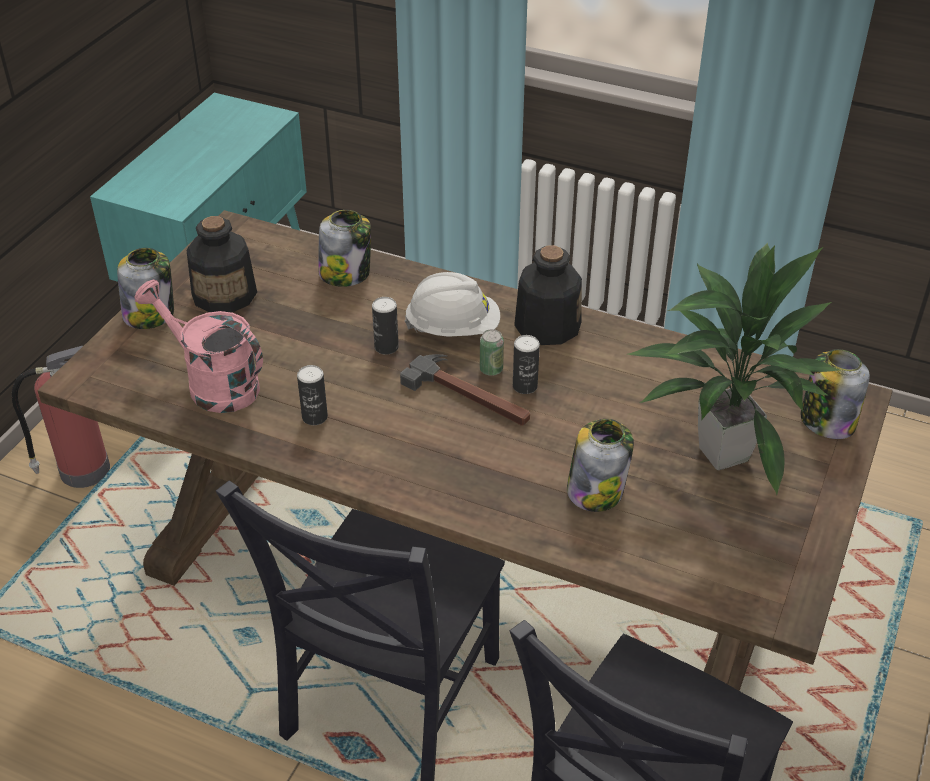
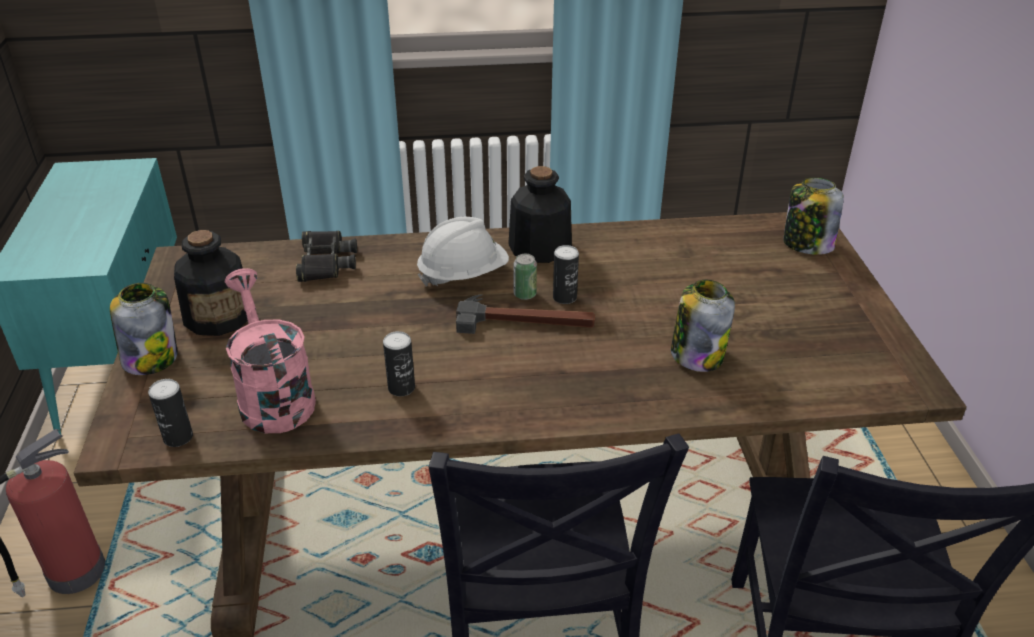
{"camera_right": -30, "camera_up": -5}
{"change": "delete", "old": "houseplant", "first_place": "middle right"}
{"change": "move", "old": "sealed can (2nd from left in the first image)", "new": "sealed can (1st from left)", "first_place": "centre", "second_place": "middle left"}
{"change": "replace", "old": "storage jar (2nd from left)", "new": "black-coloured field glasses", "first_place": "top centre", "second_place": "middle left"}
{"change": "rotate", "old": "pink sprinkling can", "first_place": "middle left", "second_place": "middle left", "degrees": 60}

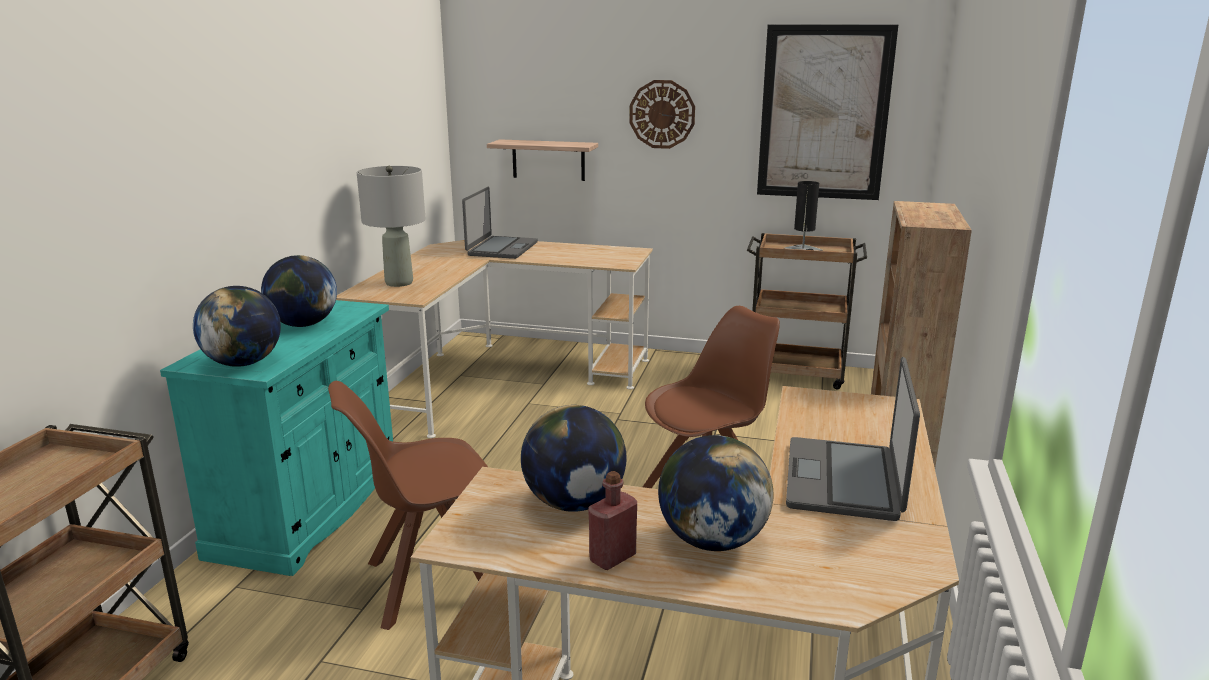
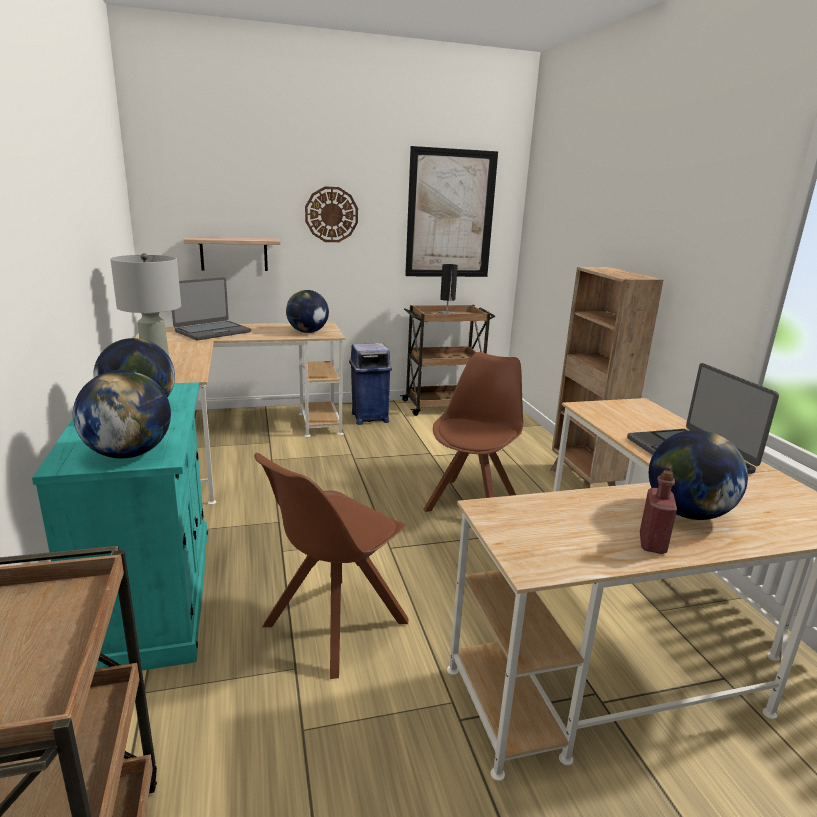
{"camera_right": -30, "camera_up": 0}
{"change": "insert", "new": "blue trash can", "second_place": "centre"}
{"change": "move", "old": "world globe (3rd from left)", "first_place": "bottom centre", "second_place": "centre"}
{"change": "rotate", "old": "laptop (1st from left)", "first_place": "top centre", "second_place": "middle left", "degrees": 60}

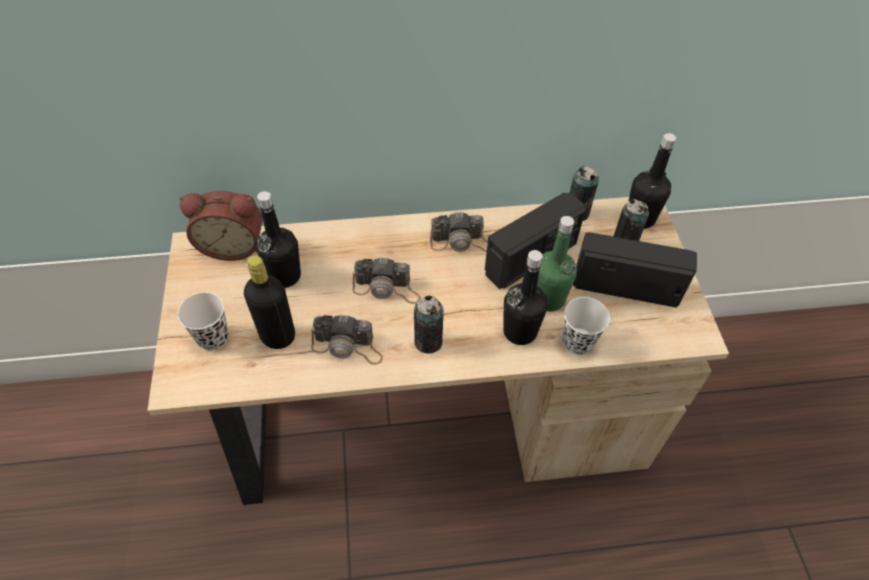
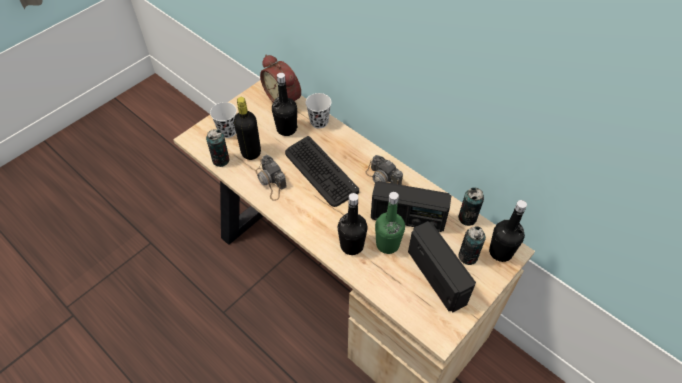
{"camera_right": 50, "camera_up": 0}
{"change": "move", "old": "sealed can (1st from left)", "first_place": "centre", "second_place": "middle left"}
{"change": "move", "old": "white-coloured drinking cup (2nd from left)", "first_place": "middle right", "second_place": "top centre"}
{"change": "replace", "old": "photo camera (2nd from left)", "new": "computer keyboard", "first_place": "centre", "second_place": "centre"}

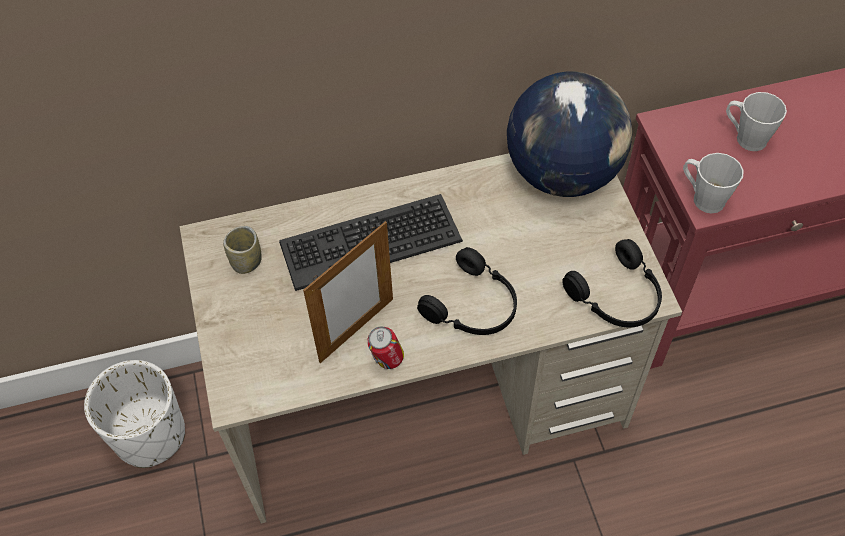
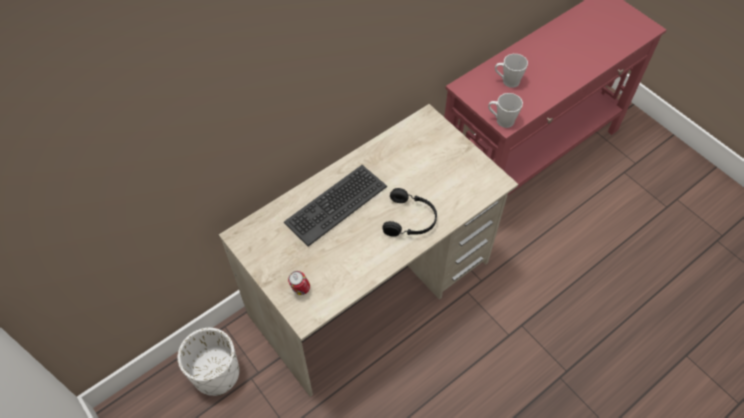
{"camera_right": -25, "camera_up": 0}
{"change": "delete", "old": "drinking cup", "first_place": "middle left"}
{"change": "delete", "old": "picture frame", "first_place": "centre"}
{"change": "delete", "old": "world globe", "first_place": "top right"}
{"change": "delete", "old": "black-coloured headset (2nd from left)", "first_place": "middle right"}
{"change": "move", "old": "sealed can", "first_place": "centre", "second_place": "bottom centre"}

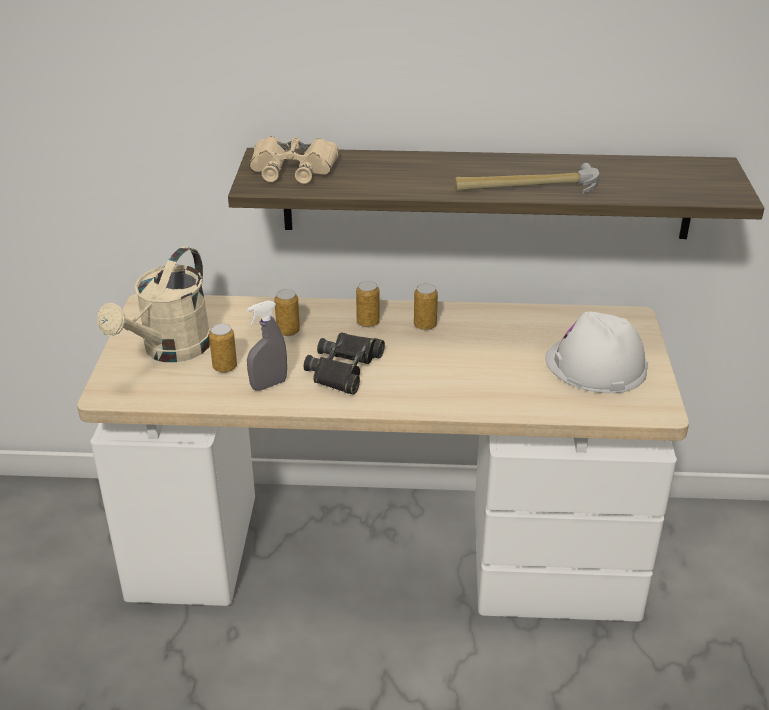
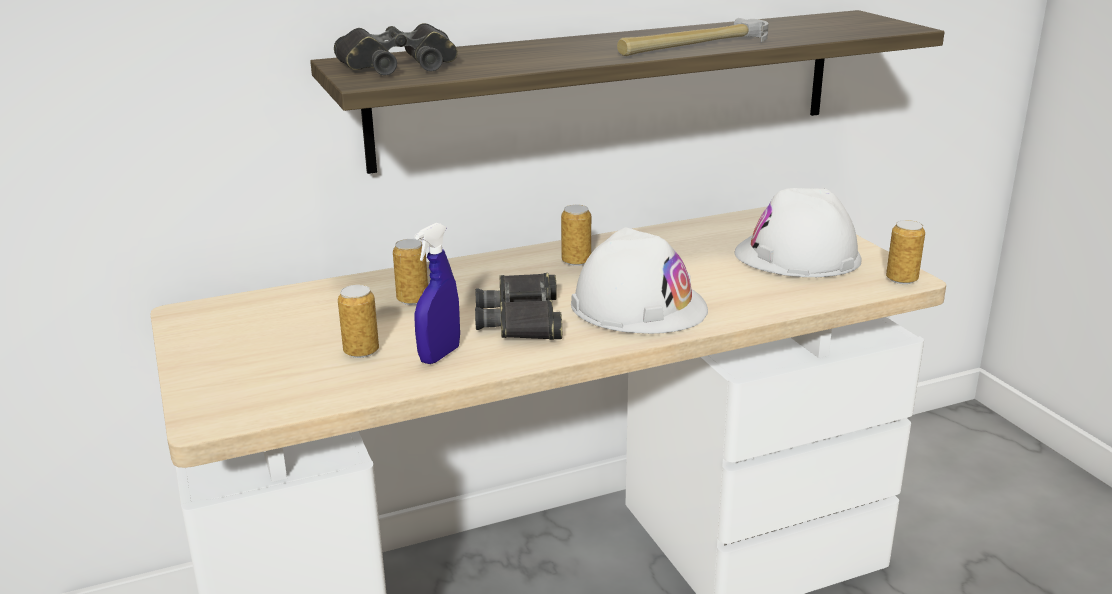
{"camera_right": -25, "camera_up": -10}
{"change": "delete", "old": "sand-coloured sprinkling can", "first_place": "middle left"}
{"change": "insert", "new": "white-coloured safety helmet (1st from left)", "second_place": "centre"}
{"change": "move", "old": "sealed can (3rd from left in the first image)", "new": "sealed can (4th from left)", "first_place": "centre", "second_place": "middle right"}
{"change": "recolor", "old": "gray sprayer", "new": "blue sprayer", "first_place": "centre", "second_place": "centre"}
{"change": "recolor", "old": "sand-coloured field glasses", "new": "black-coloured field glasses (1st from left)", "first_place": "top centre", "second_place": "top centre"}

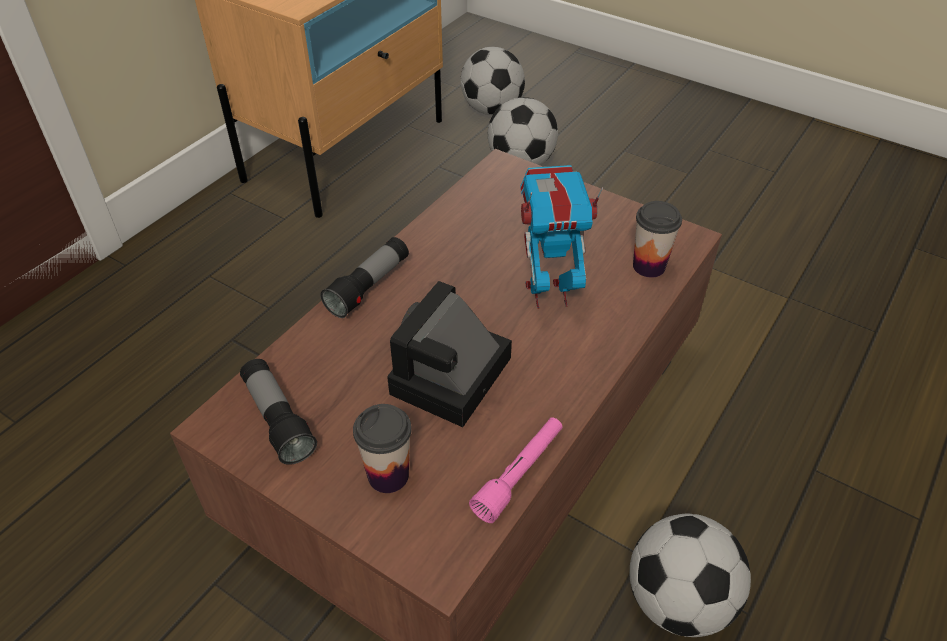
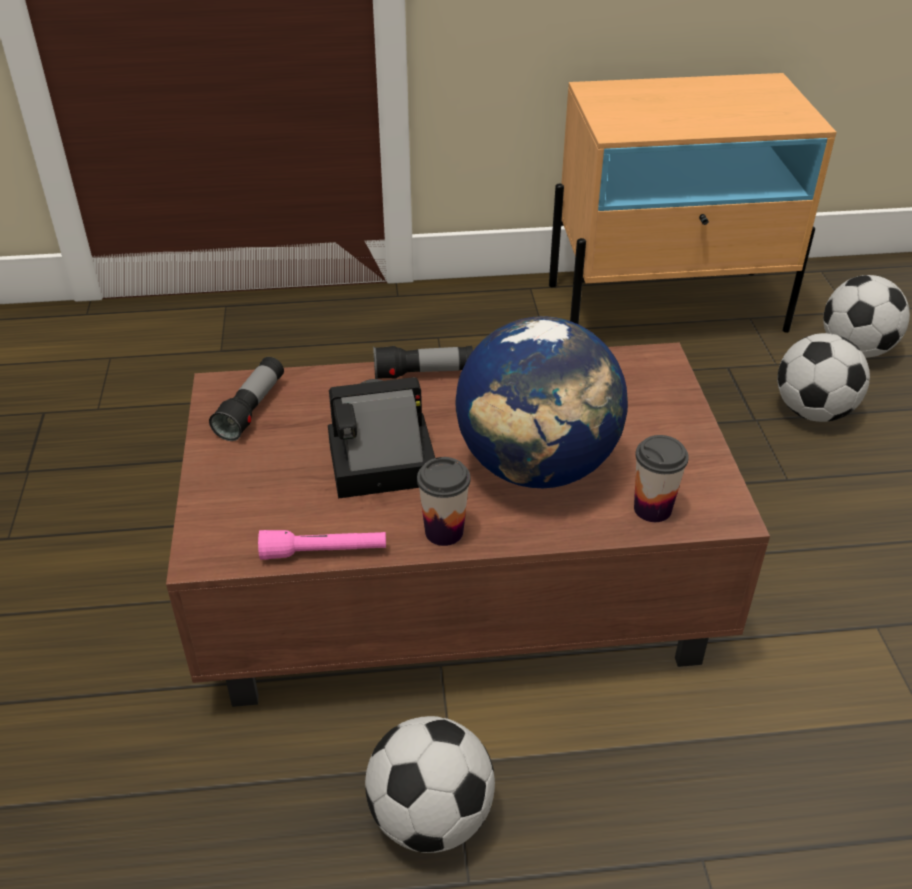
{"camera_right": 50, "camera_up": -5}
{"change": "move", "old": "drinking cup (1st from left)", "first_place": "bottom centre", "second_place": "centre"}
{"change": "replace", "old": "robot figure", "new": "world globe", "first_place": "centre", "second_place": "centre"}

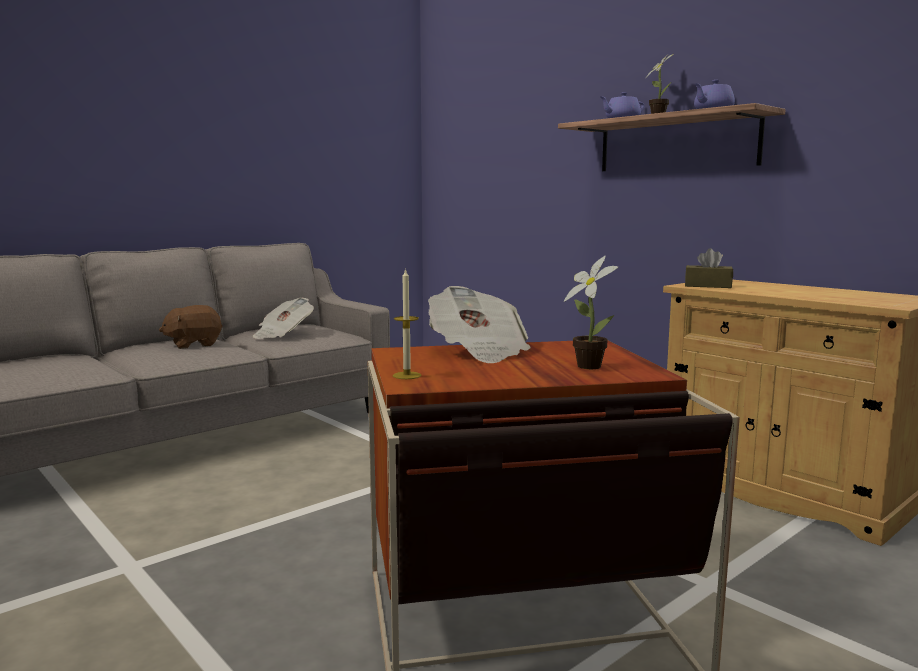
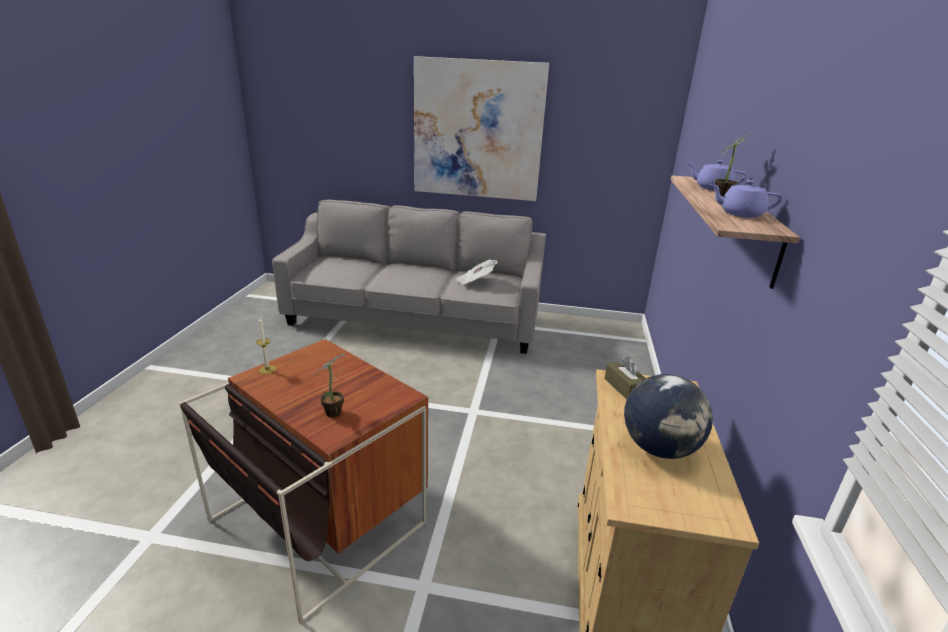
{"camera_right": 50, "camera_up": 15}
{"change": "delete", "old": "brown-coloured cuddly toy", "first_place": "middle left"}
{"change": "delete", "old": "daily paper (2nd from left)", "first_place": "centre"}
{"change": "insert", "new": "picture", "second_place": "top centre"}
{"change": "insert", "new": "world globe", "second_place": "middle right"}

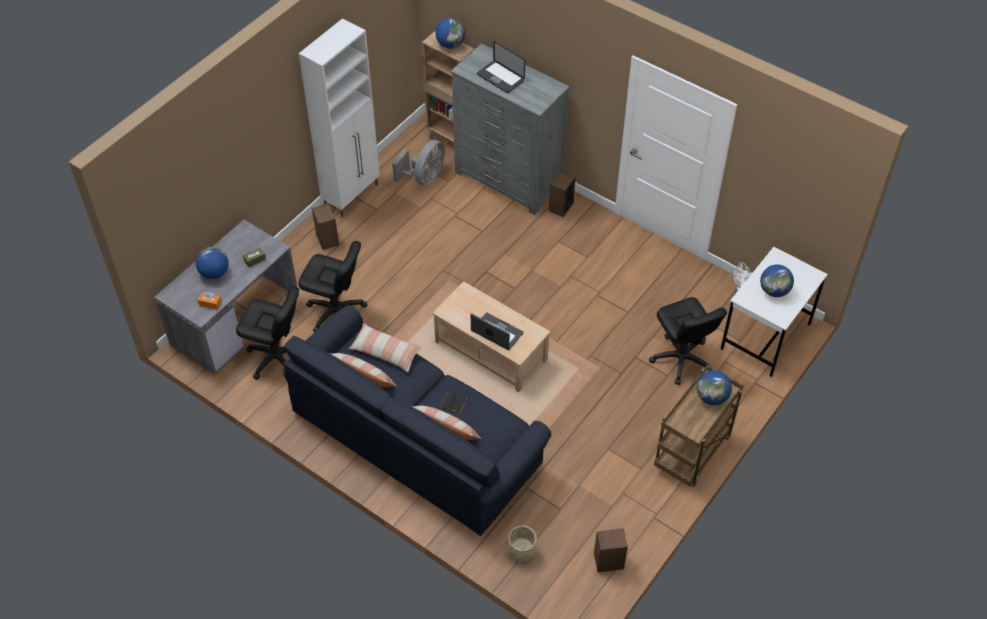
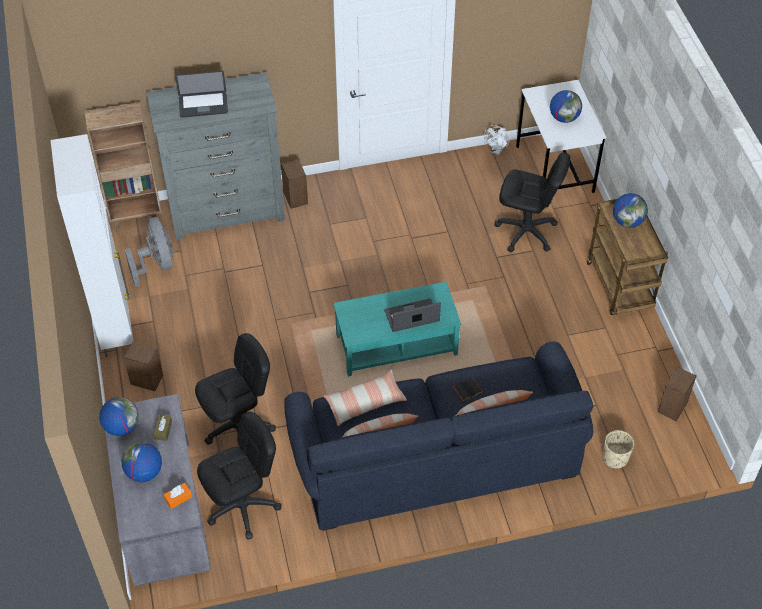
{"camera_right": -50, "camera_up": 0}
{"change": "move", "old": "world globe (2nd from left in the first image)", "new": "world globe (1st from left)", "first_place": "top centre", "second_place": "bottom left"}
{"change": "recolor", "old": "sand-coloured lounge table", "new": "turquoise-coloured lounge table", "first_place": "centre", "second_place": "centre"}

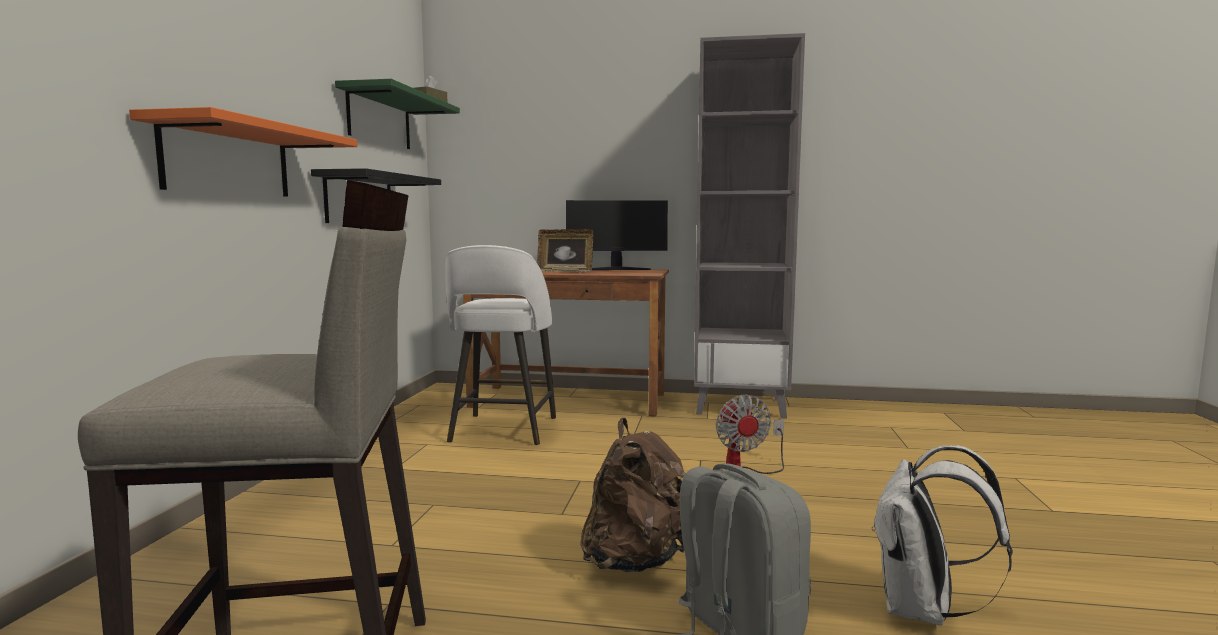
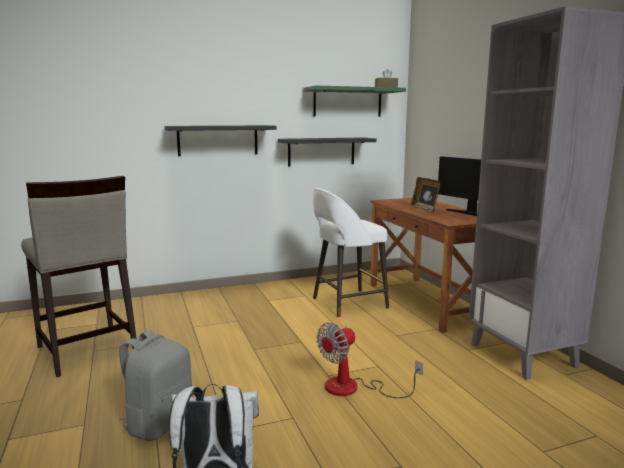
{"camera_right": 60, "camera_up": 5}
{"change": "delete", "old": "brown-coloured rucksack", "first_place": "bottom centre"}
{"change": "recolor", "old": "orange-coloured bracket shelf", "new": "black-coloured bracket shelf (1st from left)", "first_place": "top left", "second_place": "top centre"}

